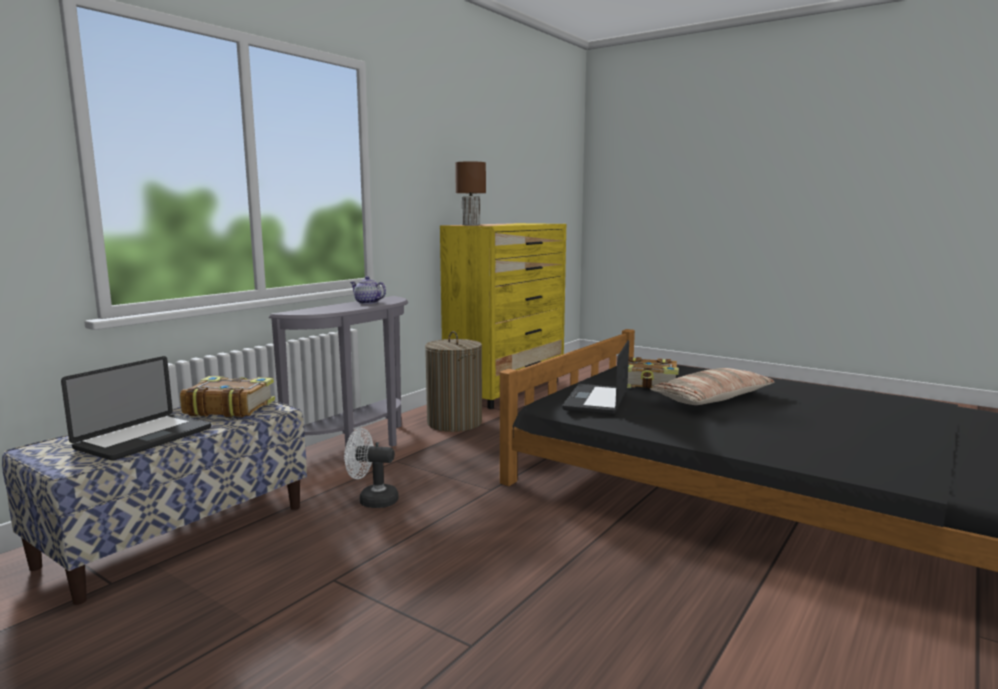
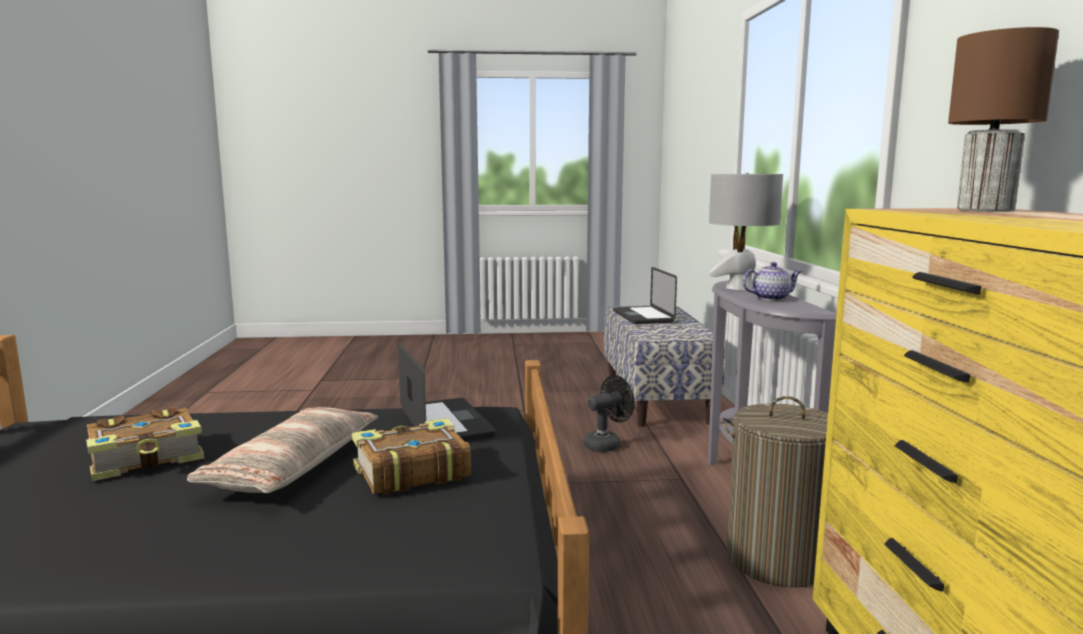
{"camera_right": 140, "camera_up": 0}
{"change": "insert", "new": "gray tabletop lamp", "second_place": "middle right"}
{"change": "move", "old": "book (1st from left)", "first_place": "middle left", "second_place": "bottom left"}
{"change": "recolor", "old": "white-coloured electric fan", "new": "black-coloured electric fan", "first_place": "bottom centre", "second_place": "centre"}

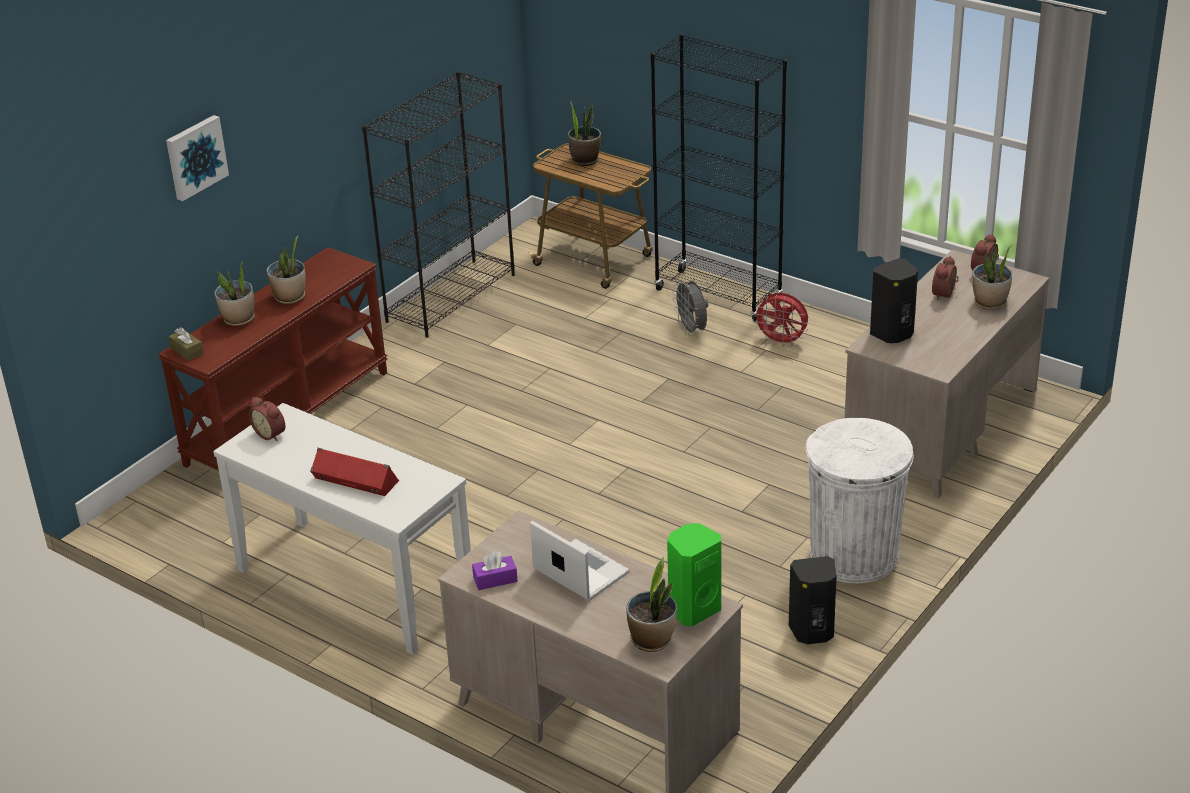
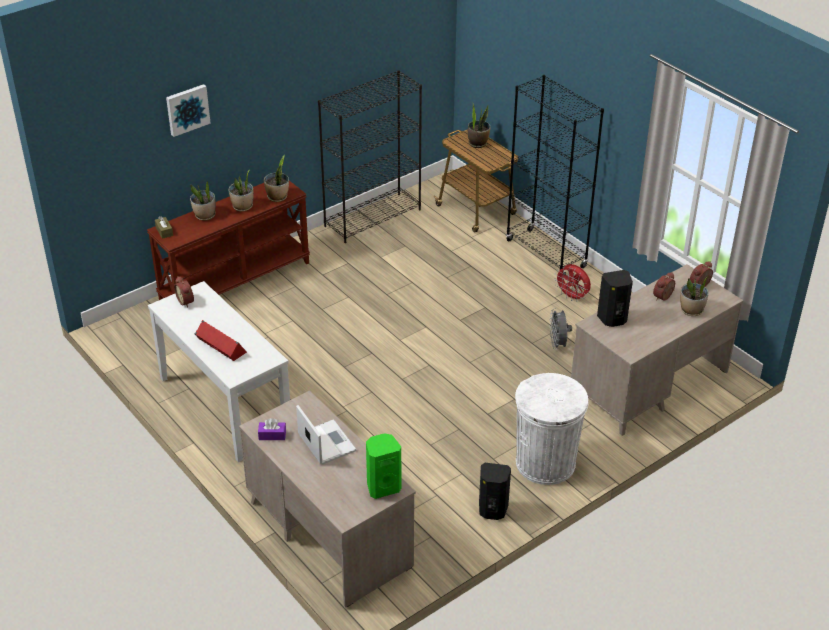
{"camera_right": 15, "camera_up": 5}
{"change": "move", "old": "houseplant (4th from left in the first image)", "new": "houseplant (3rd from left)", "first_place": "bottom centre", "second_place": "top left"}
{"change": "move", "old": "gray electric fan", "first_place": "centre", "second_place": "middle right"}

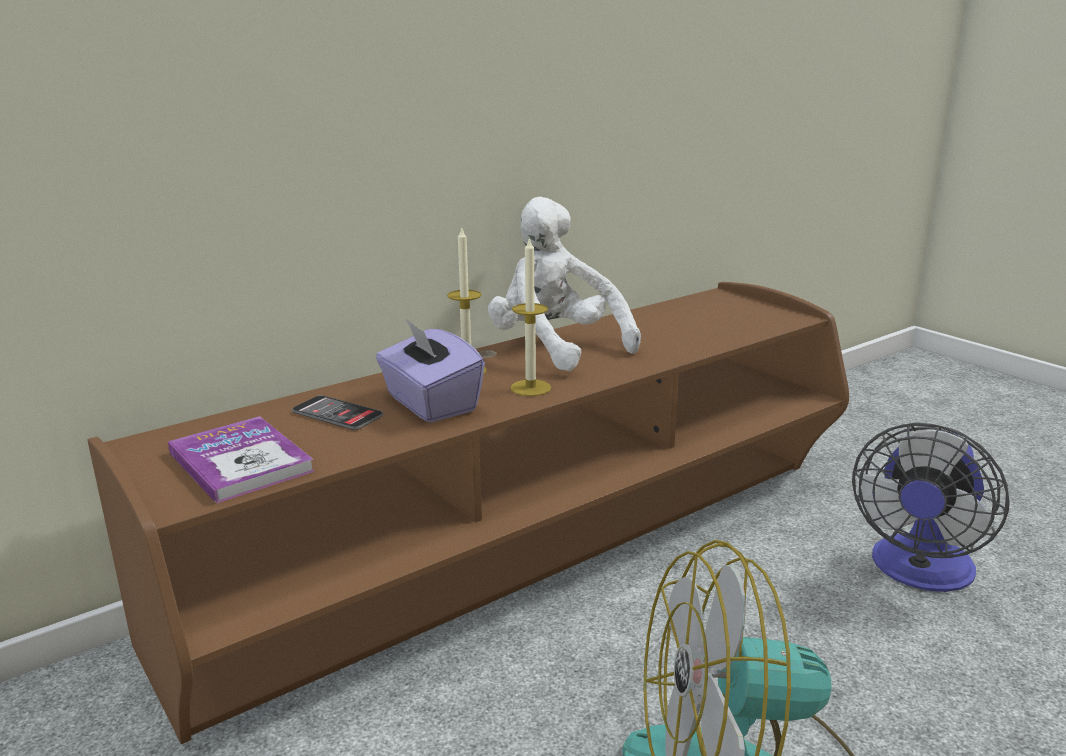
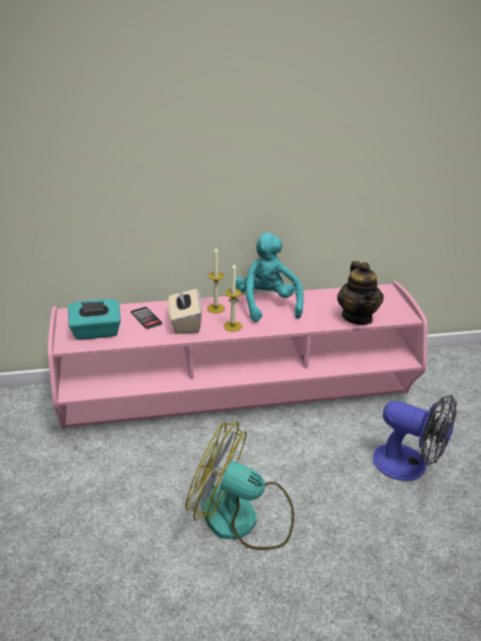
{"camera_right": 25, "camera_up": 10}
{"change": "insert", "new": "pot for tea", "second_place": "middle right"}
{"change": "replace", "old": "book", "new": "turquoise-coloured tissue holder", "first_place": "middle left", "second_place": "middle left"}
{"change": "recolor", "old": "brown-coloured media console", "new": "pink media console", "first_place": "bottom centre", "second_place": "centre"}
{"change": "recolor", "old": "purplish tissue holder", "new": "sand-coloured tissue holder", "first_place": "centre", "second_place": "centre"}
{"change": "recolor", "old": "white-coloured cuddly toy", "new": "turquoise-coloured cuddly toy", "first_place": "centre", "second_place": "centre"}
{"change": "rotate", "old": "electric fan (2nd from left)", "first_place": "bottom right", "second_place": "bottom right", "degrees": -120}

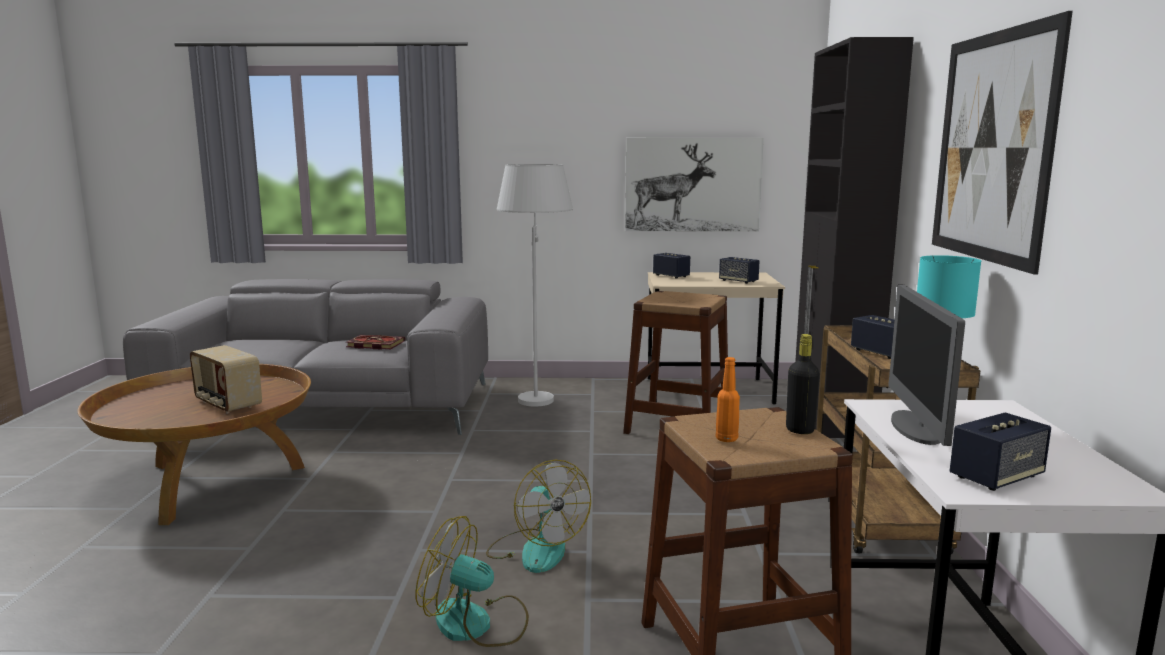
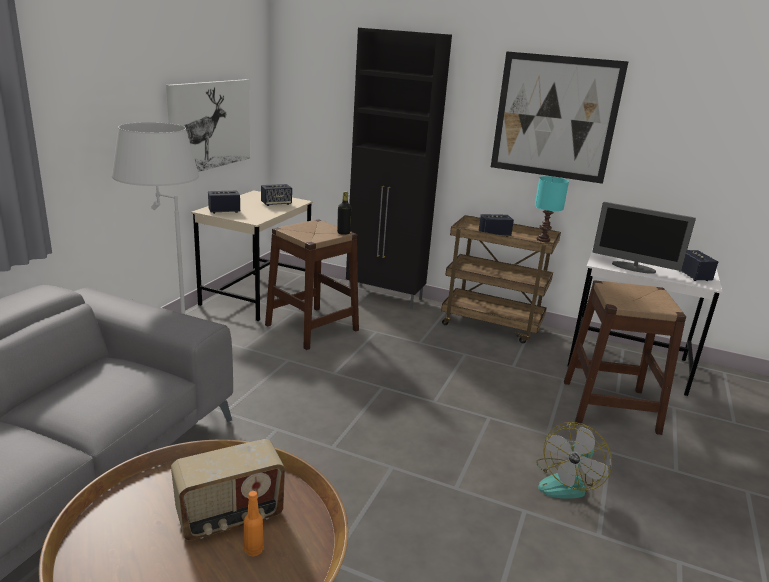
{"camera_right": -70, "camera_up": 10}
{"change": "delete", "old": "book", "first_place": "middle left"}
{"change": "delete", "old": "electric fan (2nd from left)", "first_place": "bottom centre"}
{"change": "move", "old": "orange-coloured bottle", "first_place": "centre", "second_place": "bottom left"}
{"change": "move", "old": "black-coloured bottle", "first_place": "middle right", "second_place": "centre"}

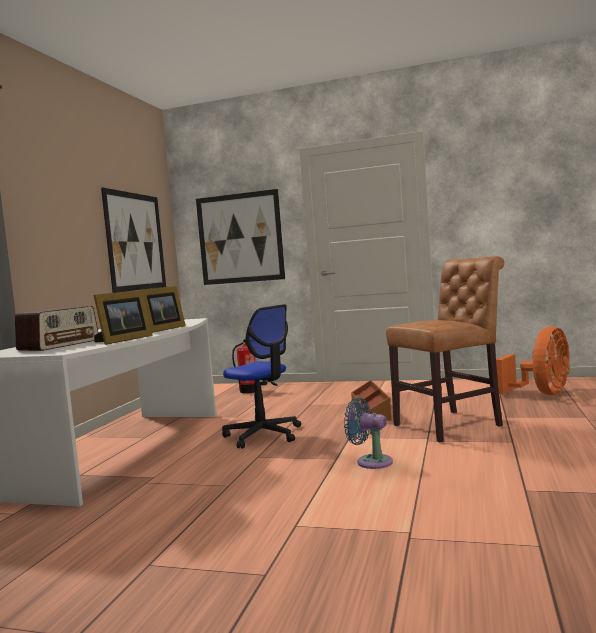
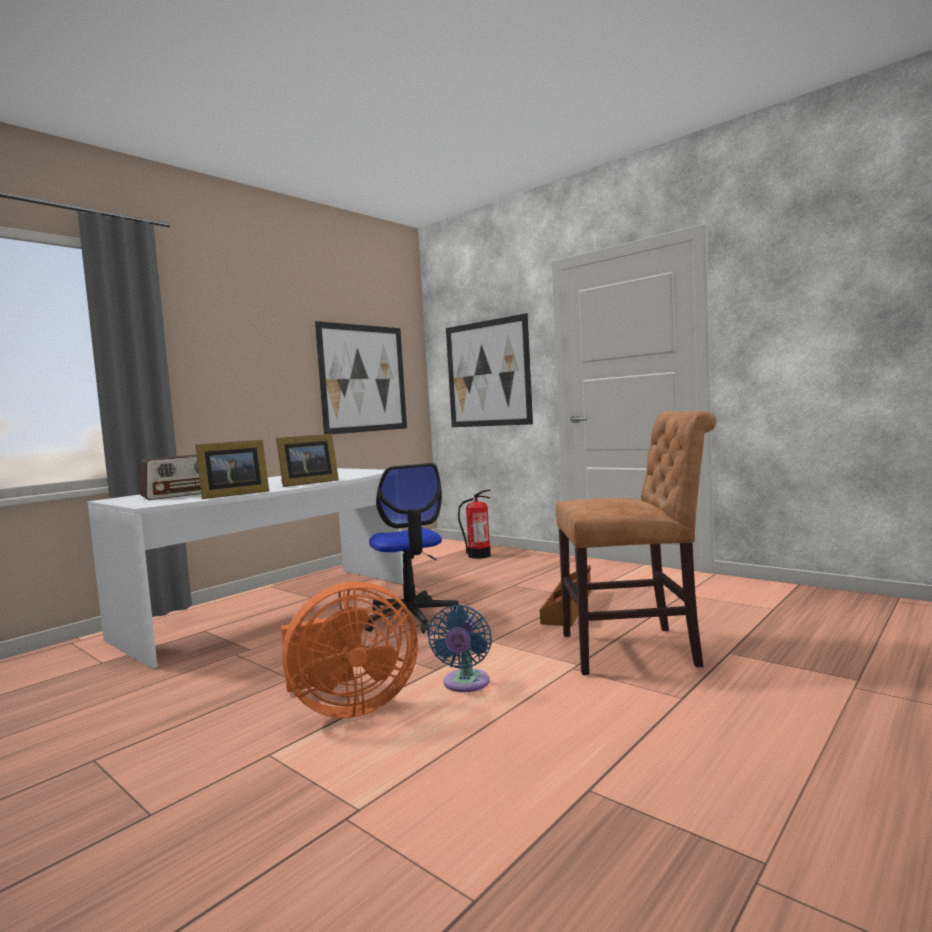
{"camera_right": 25, "camera_up": 0}
{"change": "move", "old": "orange-coloured electric fan", "first_place": "middle right", "second_place": "bottom centre"}
{"change": "rotate", "old": "blue electric fan", "first_place": "bottom centre", "second_place": "bottom centre", "degrees": -135}

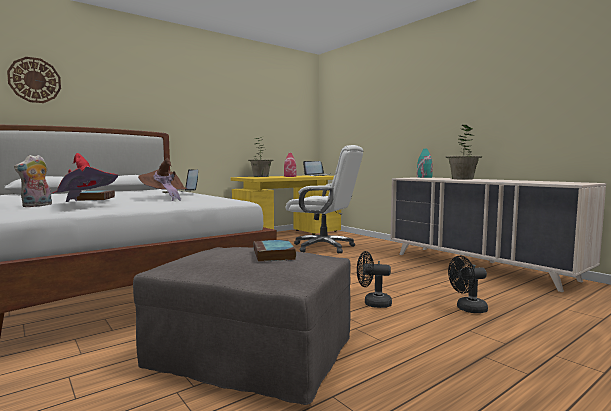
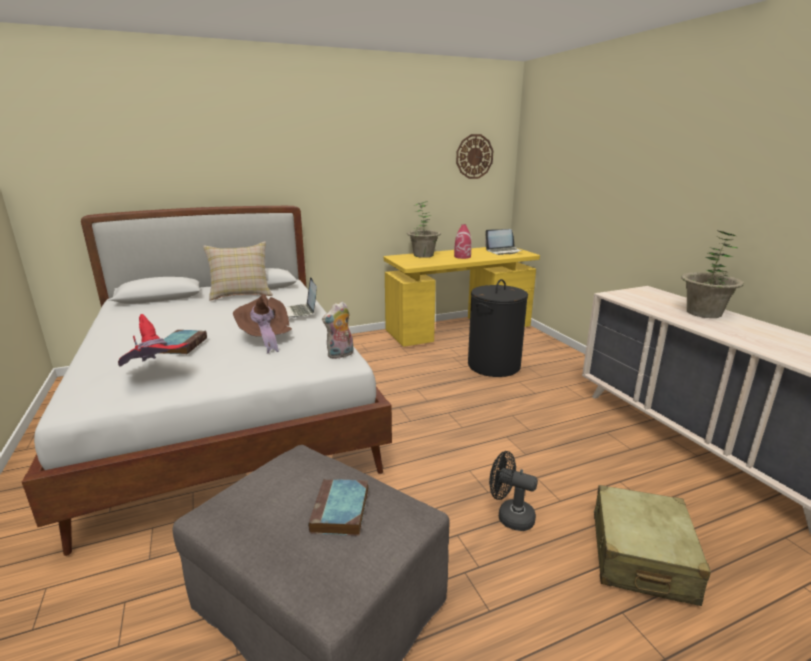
{"camera_right": 15, "camera_up": 15}
{"change": "delete", "old": "turquoise-coloured vase", "first_place": "middle right"}
{"change": "insert", "new": "sand-coloured throw pillow", "second_place": "middle left"}
{"change": "move", "old": "wall clock", "first_place": "top left", "second_place": "top centre"}
{"change": "move", "old": "cuddly toy", "first_place": "middle left", "second_place": "centre"}
{"change": "replace", "old": "white-coloured office chair", "new": "black-coloured washing basket", "first_place": "centre", "second_place": "centre"}
{"change": "replace", "old": "black-coloured electric fan (2nd from left)", "new": "sand-coloured piece of luggage", "first_place": "bottom right", "second_place": "bottom right"}

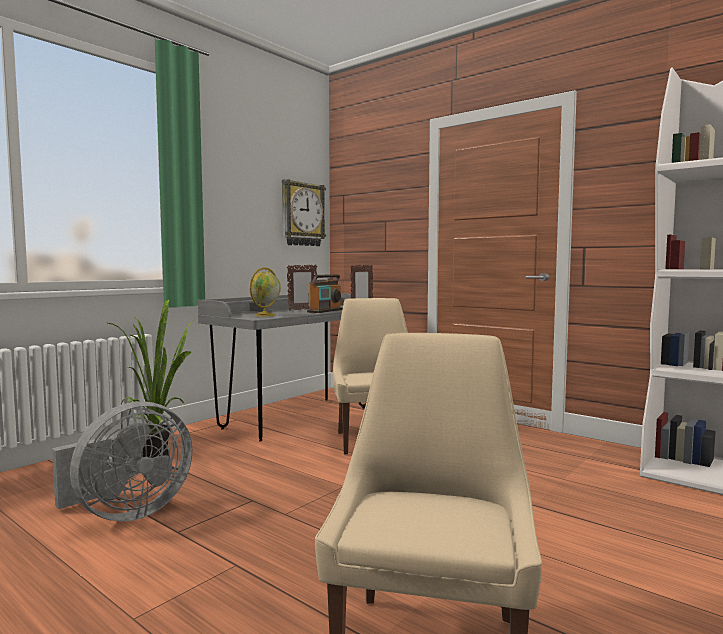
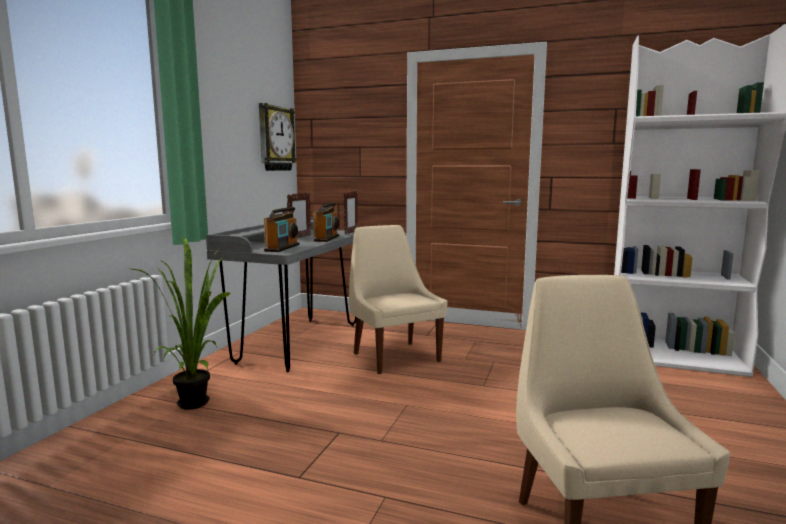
{"camera_right": -20, "camera_up": 5}
{"change": "delete", "old": "gray electric fan", "first_place": "bottom left"}
{"change": "replace", "old": "world globe", "new": "radio receiver (1st from left)", "first_place": "centre", "second_place": "centre"}

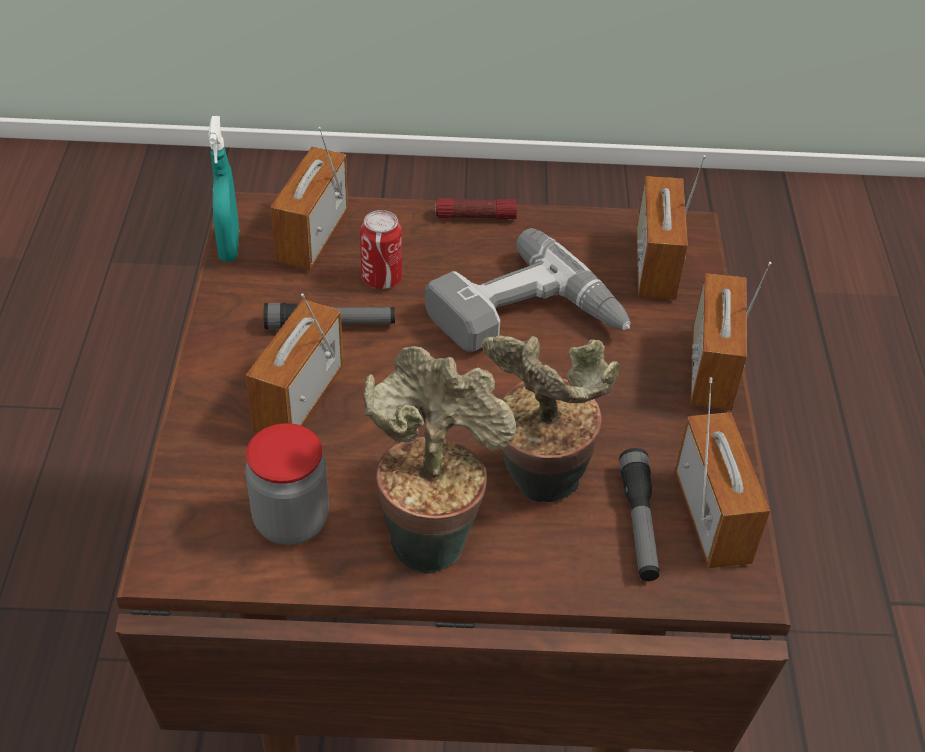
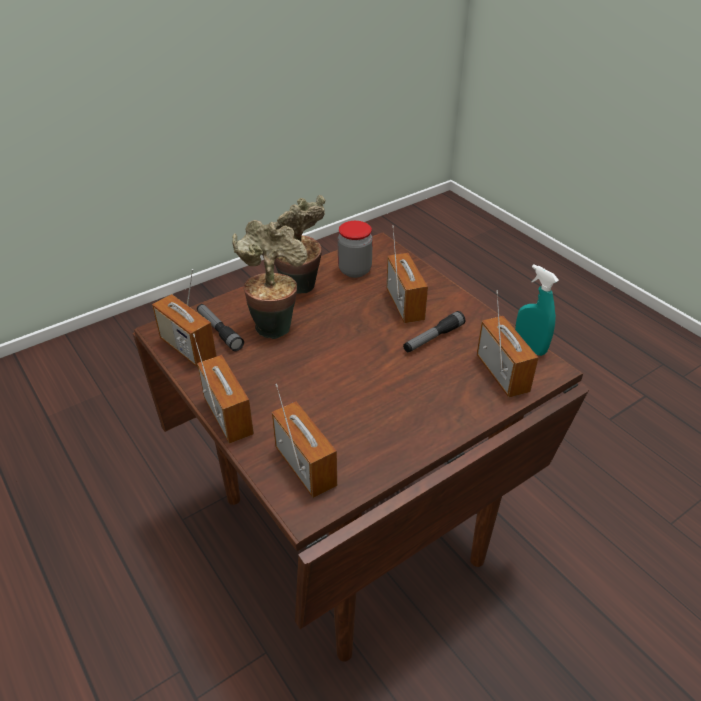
{"camera_right": 145, "camera_up": -5}
{"change": "delete", "old": "sealed can", "first_place": "top centre"}
{"change": "delete", "old": "power drill", "first_place": "centre"}
{"change": "delete", "old": "torch (2nd from left)", "first_place": "top centre"}

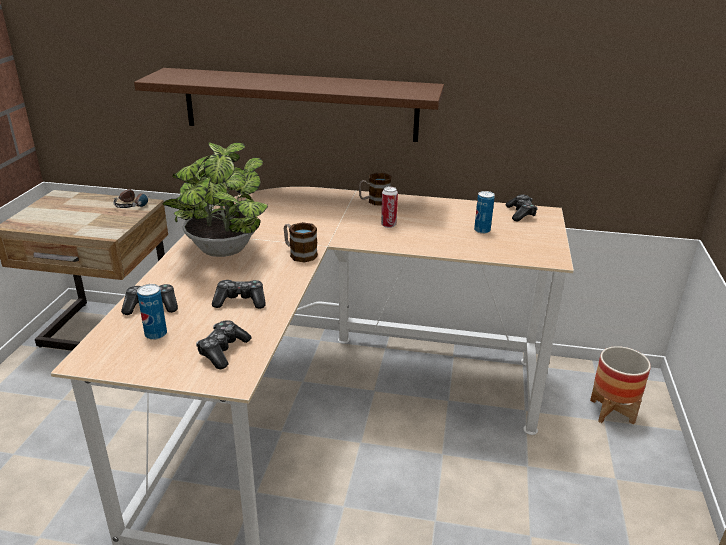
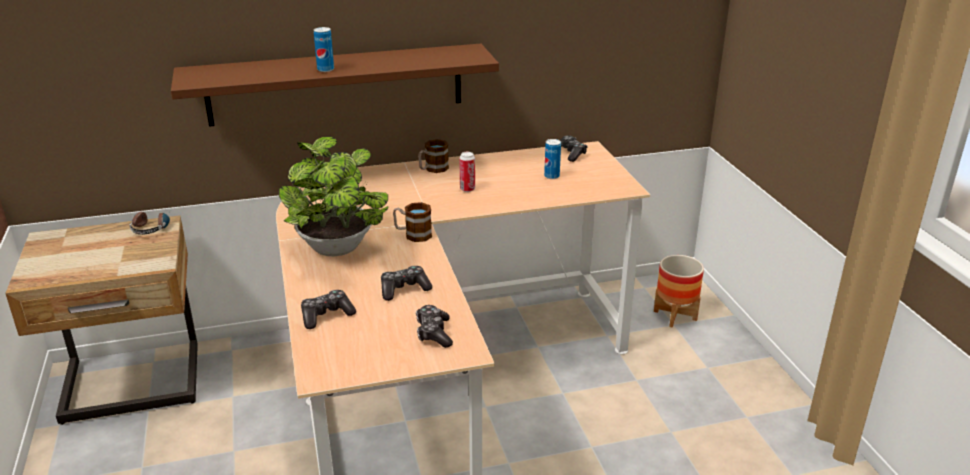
{"camera_right": -25, "camera_up": 0}
{"change": "move", "old": "sealed can (1st from left)", "first_place": "middle left", "second_place": "top centre"}

